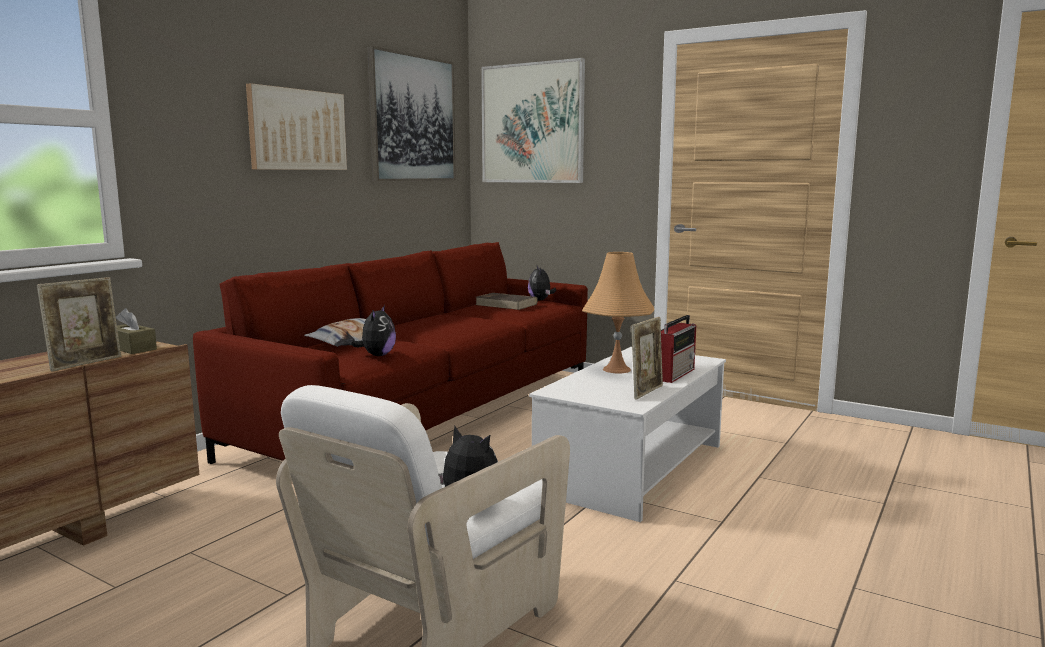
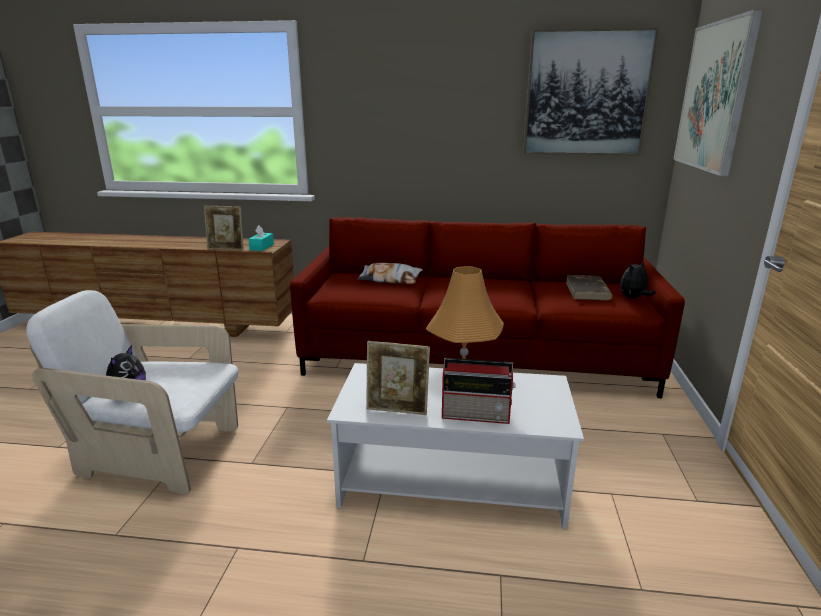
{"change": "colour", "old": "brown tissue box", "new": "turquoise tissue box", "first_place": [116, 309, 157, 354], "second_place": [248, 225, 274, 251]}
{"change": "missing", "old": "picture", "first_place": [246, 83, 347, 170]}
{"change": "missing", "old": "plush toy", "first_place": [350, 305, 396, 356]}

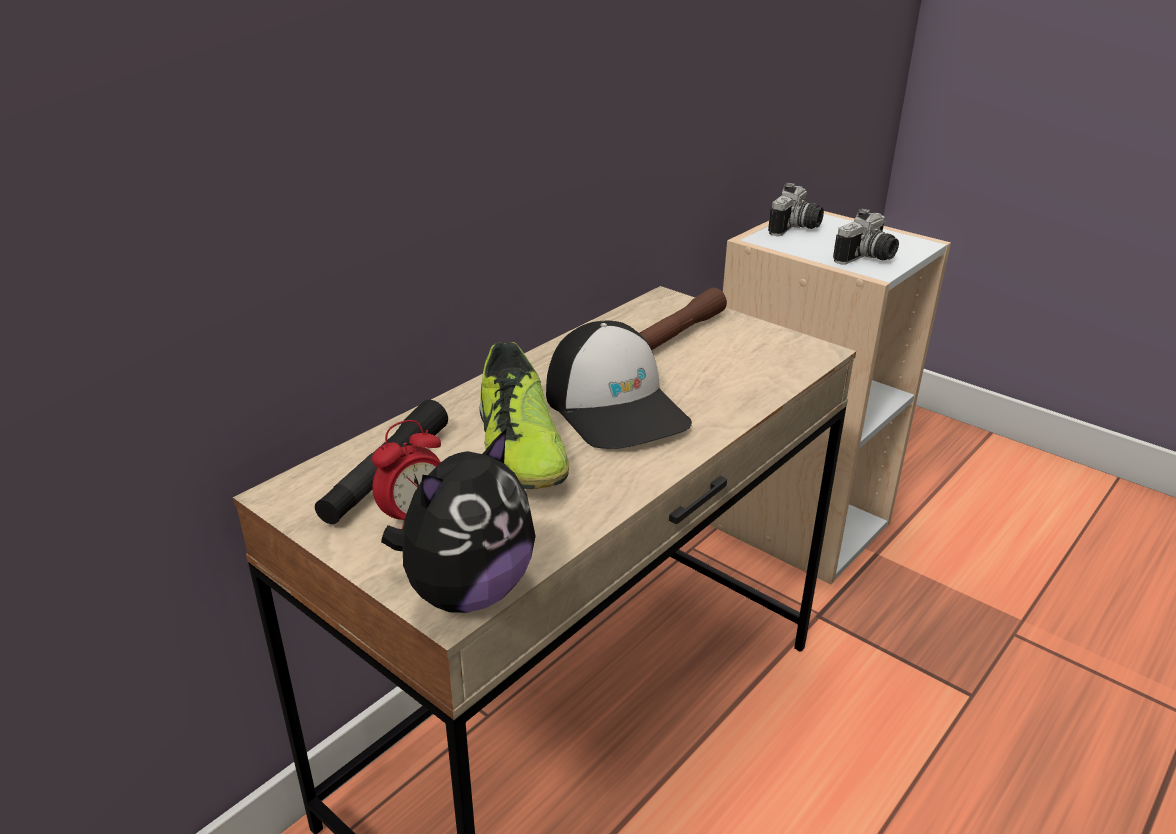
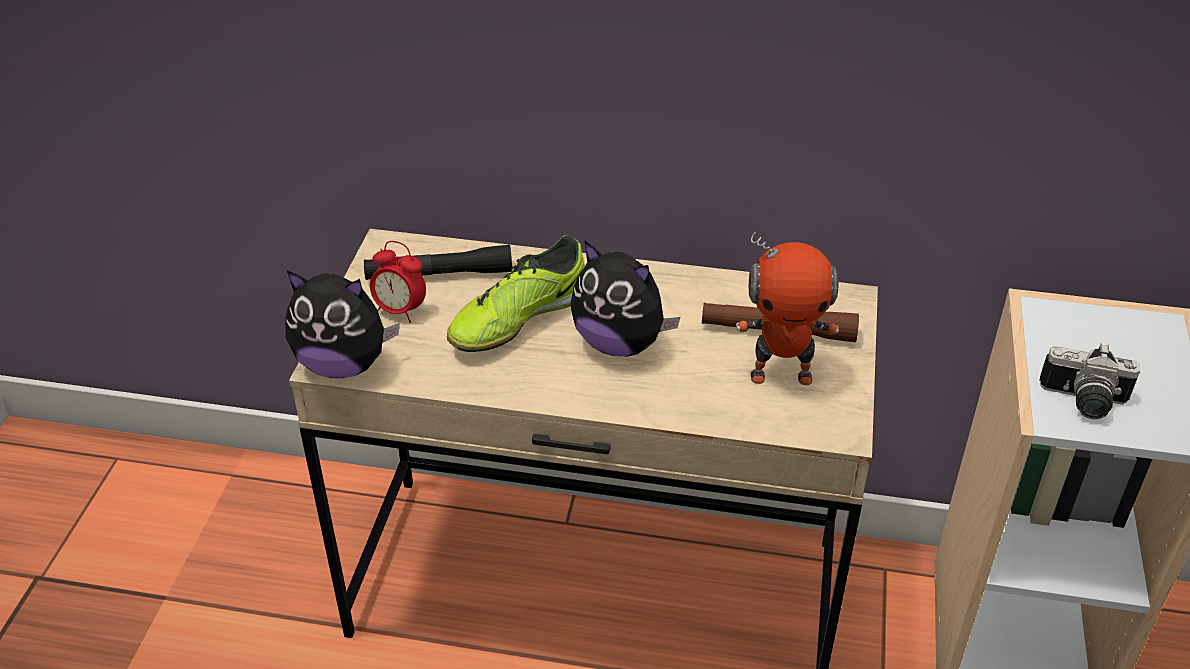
{"change": "exchanged", "old": "cap", "new": "plush toy", "first_place": [546, 321, 692, 449], "second_place": [571, 240, 680, 357]}
{"change": "appeared", "new": "toy robot", "second_place": [736, 232, 839, 385]}
{"change": "missing", "old": "photo camera", "first_place": [768, 183, 824, 236]}

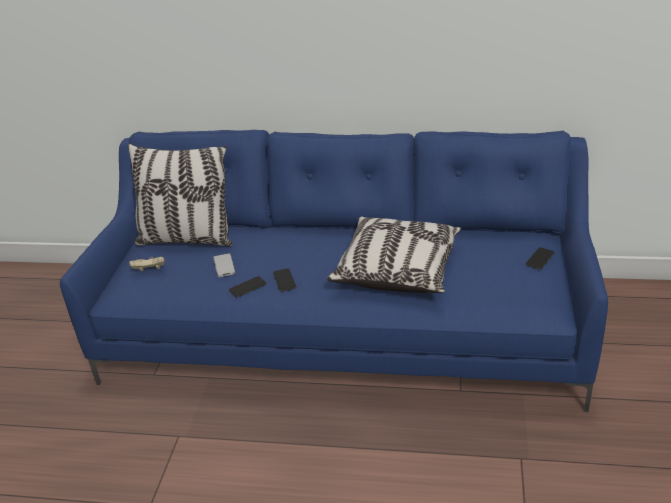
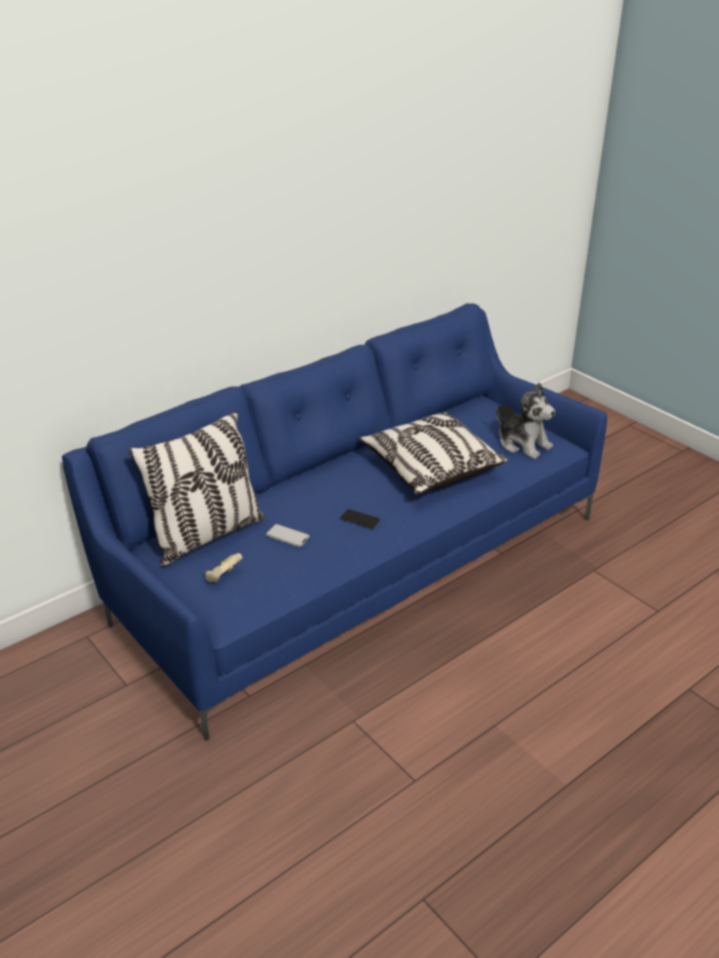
{"change": "appeared", "new": "plush toy", "second_place": [496, 383, 555, 459]}
{"change": "missing", "old": "phone", "first_place": [229, 276, 267, 298]}

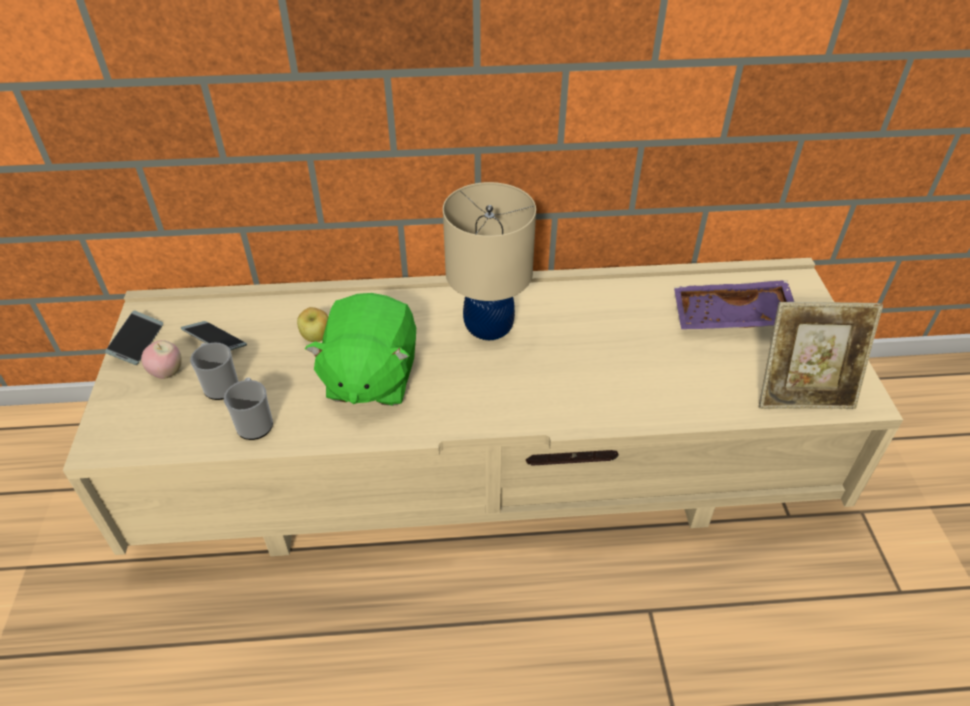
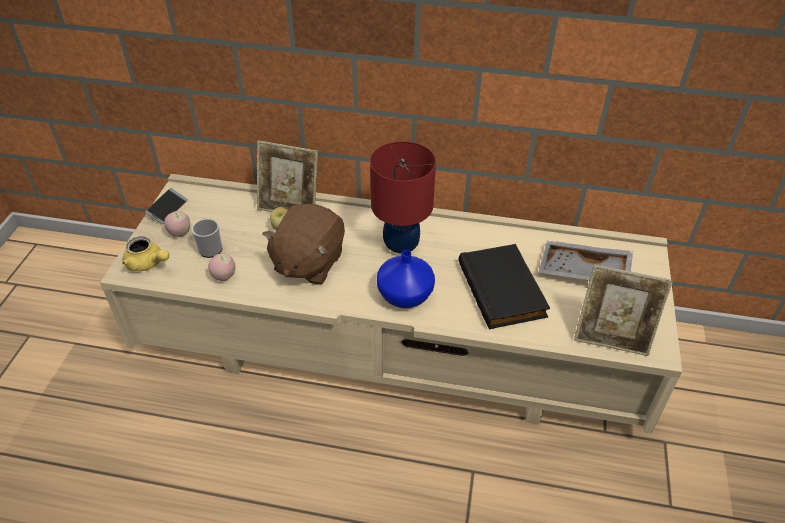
{"change": "appeared", "new": "yellow teapot", "second_place": [122, 236, 169, 271]}
{"change": "exchanged", "old": "mug", "new": "apple", "first_place": [224, 378, 273, 440], "second_place": [208, 254, 236, 281]}
{"change": "appeared", "new": "picture frame", "second_place": [257, 140, 318, 212]}
{"change": "colour", "old": "green plush toy", "new": "brown plush toy", "first_place": [305, 293, 416, 406], "second_place": [262, 204, 345, 285]}
{"change": "colour", "old": "beige table lamp", "new": "red table lamp", "first_place": [443, 182, 536, 340], "second_place": [370, 141, 436, 254]}
{"change": "appeared", "new": "blue vase", "second_place": [377, 250, 435, 308]}
{"change": "appeared", "new": "black book", "second_place": [458, 244, 550, 329]}
{"change": "colour", "old": "purple tray", "new": "grey tray", "first_place": [674, 280, 794, 329], "second_place": [539, 241, 633, 281]}
{"change": "missing", "old": "phone", "first_place": [181, 321, 247, 351]}

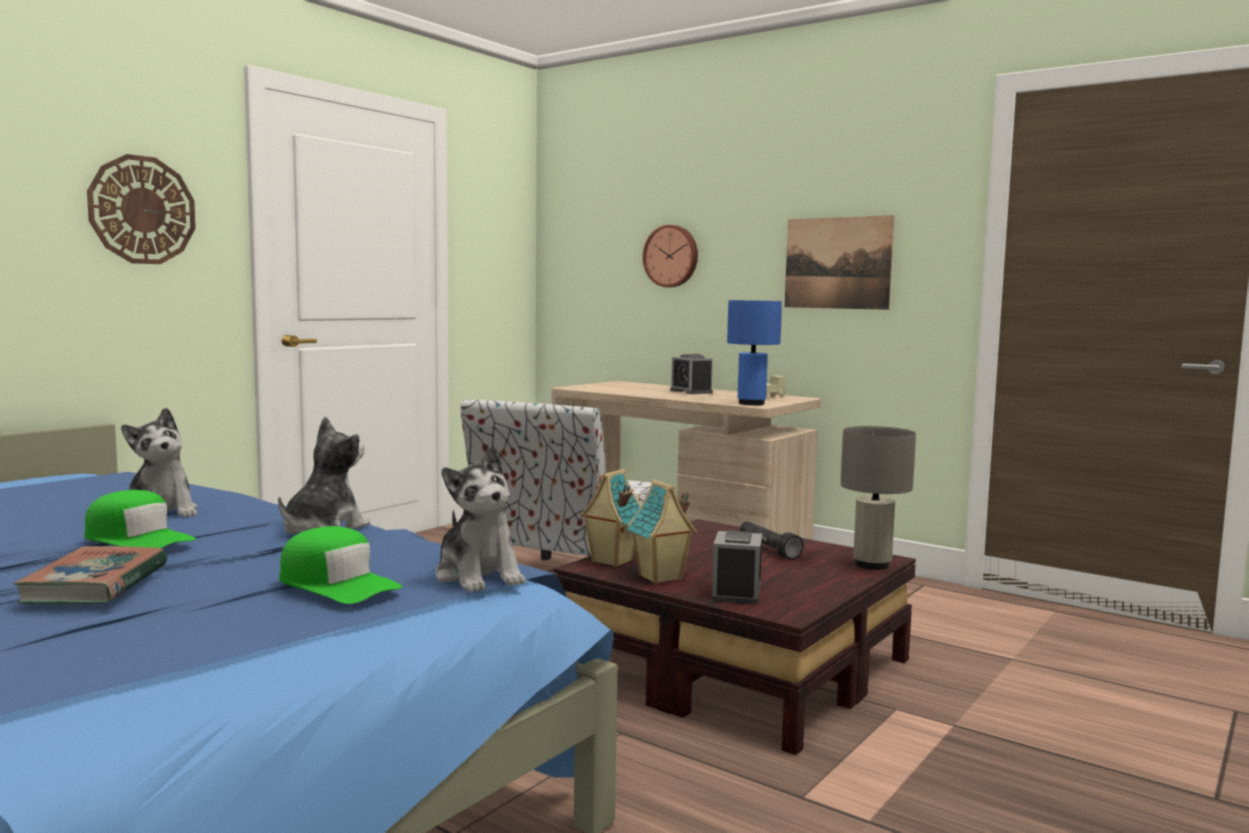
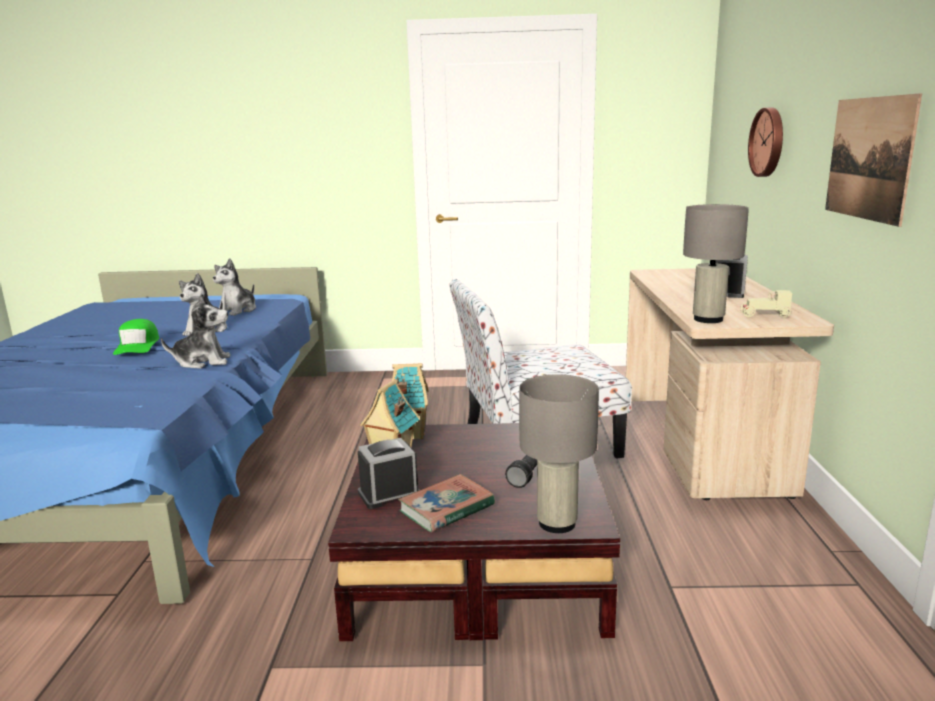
{"change": "relocated", "old": "plush toy", "first_place": [435, 446, 525, 593], "second_place": [213, 258, 256, 316]}
{"change": "relocated", "old": "book", "first_place": [13, 546, 167, 604], "second_place": [398, 474, 495, 532]}
{"change": "colour", "old": "blue table lamp", "new": "grey table lamp", "first_place": [727, 300, 782, 405], "second_place": [683, 204, 749, 323]}
{"change": "missing", "old": "wall clock", "first_place": [87, 154, 196, 264]}
{"change": "missing", "old": "green cap", "first_place": [279, 526, 402, 604]}

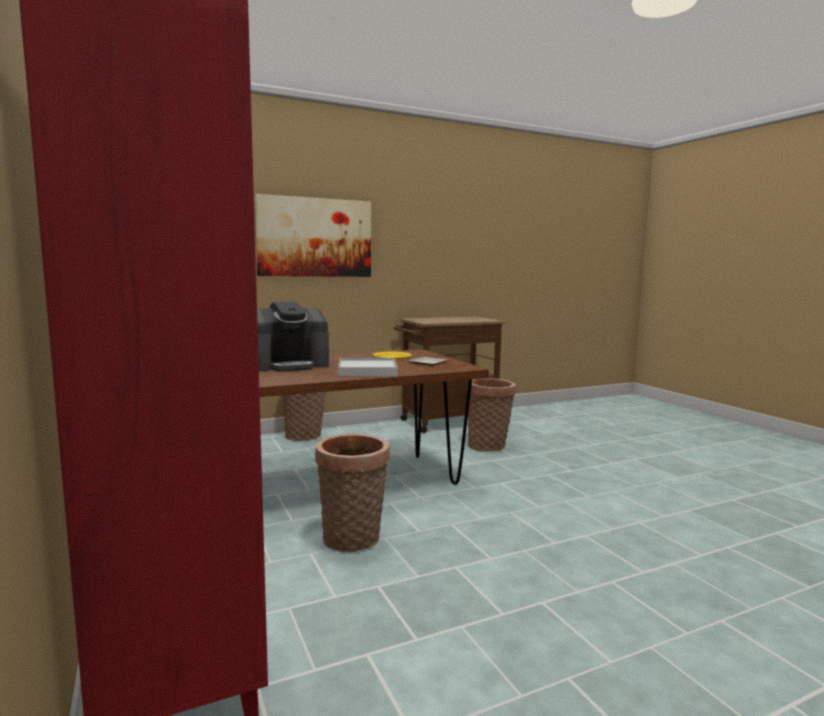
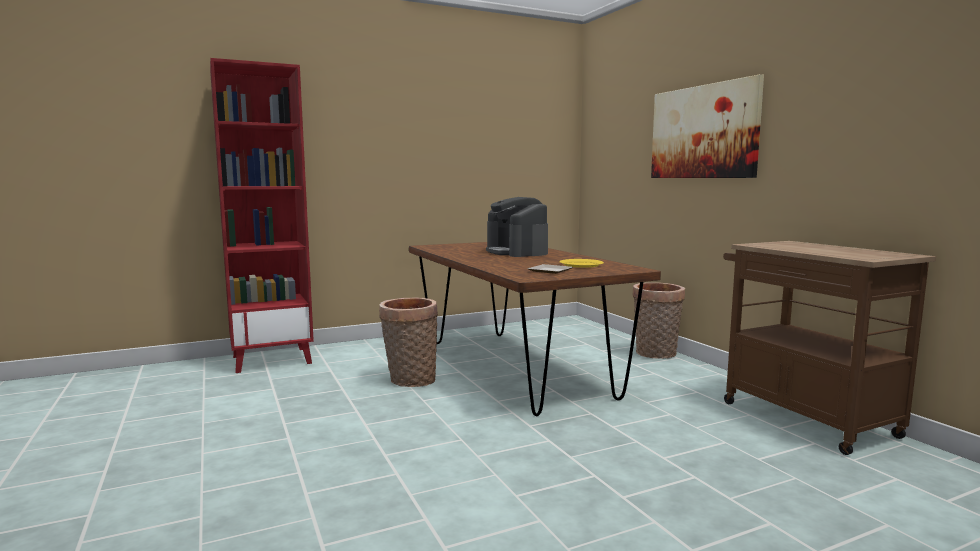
{"change": "missing", "old": "white tray", "first_place": [338, 358, 397, 376]}
{"change": "missing", "old": "basket", "first_place": [467, 378, 516, 452]}

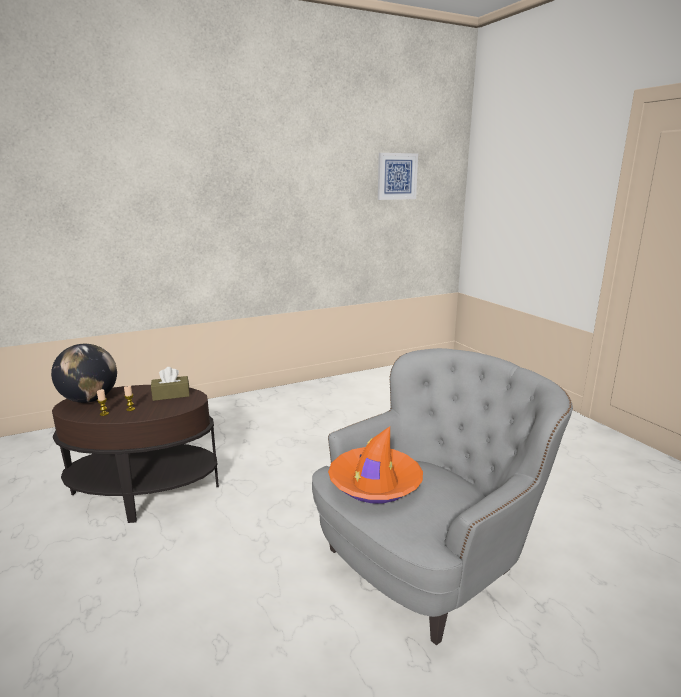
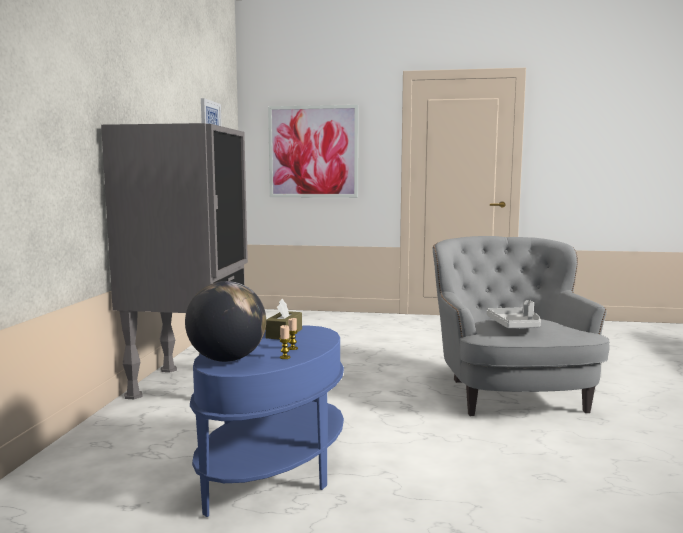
{"change": "appeared", "new": "grey cabinet", "second_place": [101, 123, 248, 399]}
{"change": "colour", "old": "brown side table", "new": "blue side table", "first_place": [52, 385, 219, 523], "second_place": [190, 326, 344, 517]}
{"change": "appeared", "new": "picture", "second_place": [268, 105, 358, 198]}
{"change": "exchanged", "old": "orange hat", "new": "grey tray", "first_place": [328, 426, 423, 503], "second_place": [487, 300, 541, 329]}

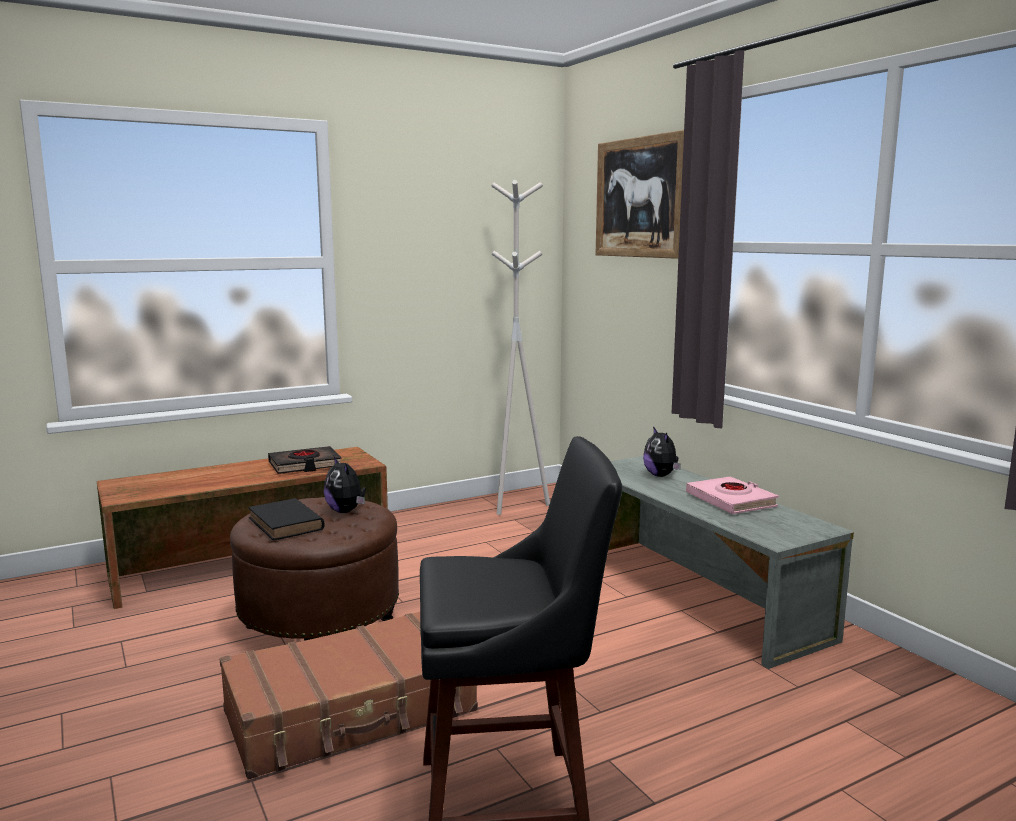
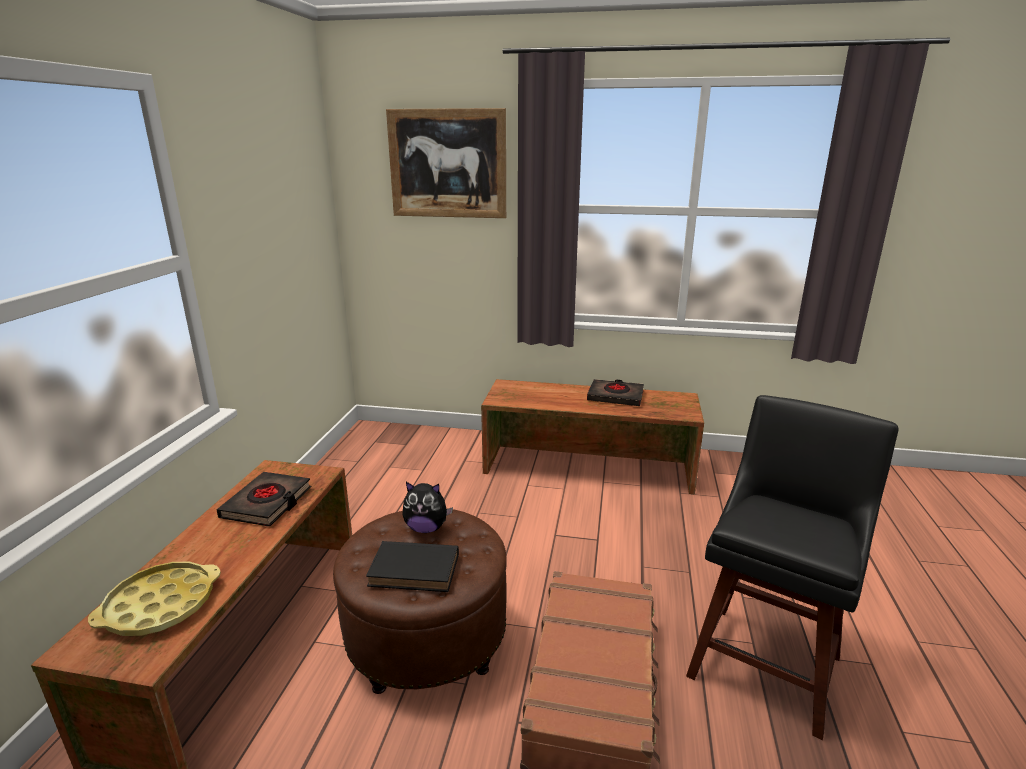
{"change": "appeared", "new": "yellow tray", "second_place": [88, 562, 221, 636]}
{"change": "colour", "old": "grey bench", "new": "brown bench", "first_place": [608, 456, 854, 669], "second_place": [481, 379, 704, 494]}
{"change": "colour", "old": "pink book", "new": "black book", "first_place": [686, 476, 779, 514], "second_place": [587, 379, 644, 406]}
{"change": "missing", "old": "grey clothes rack", "first_place": [492, 180, 550, 515]}
{"change": "missing", "old": "plush toy", "first_place": [643, 426, 681, 477]}

